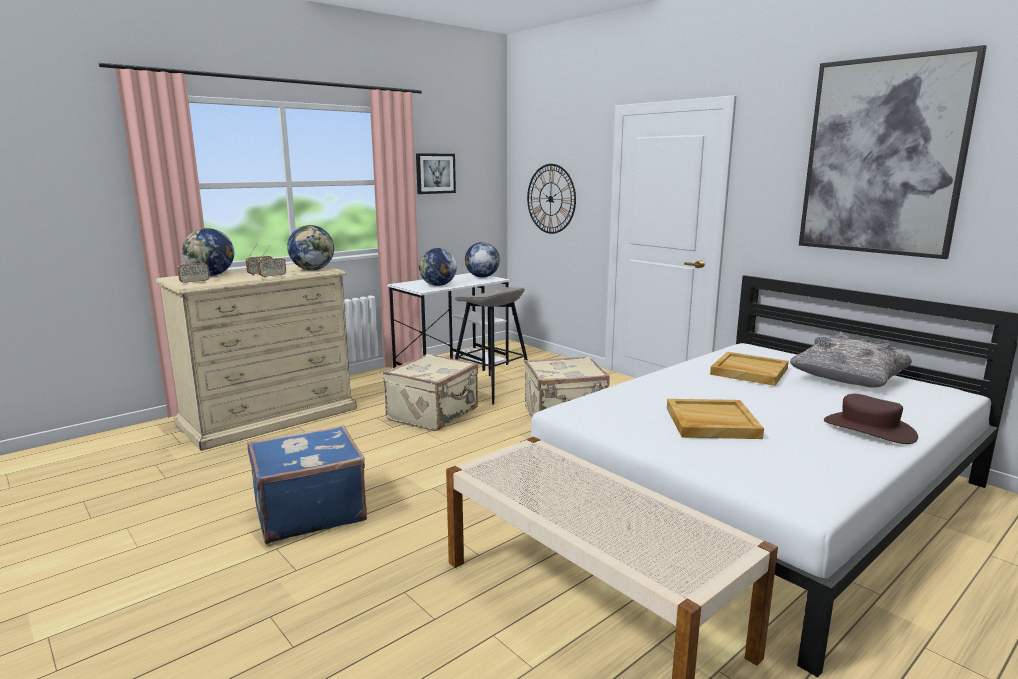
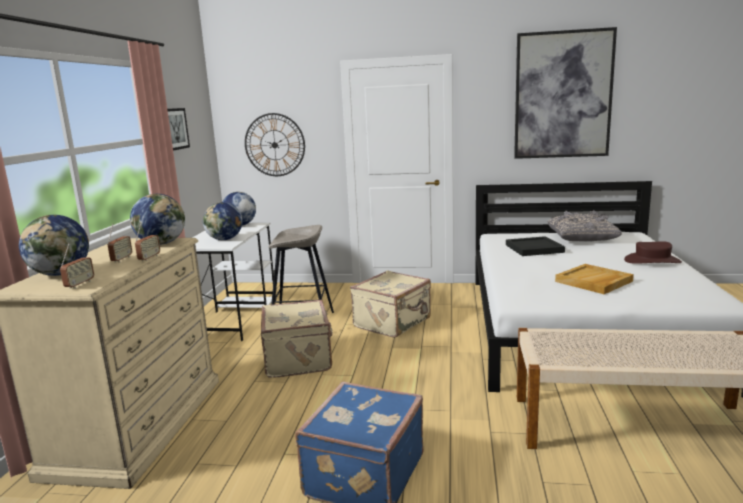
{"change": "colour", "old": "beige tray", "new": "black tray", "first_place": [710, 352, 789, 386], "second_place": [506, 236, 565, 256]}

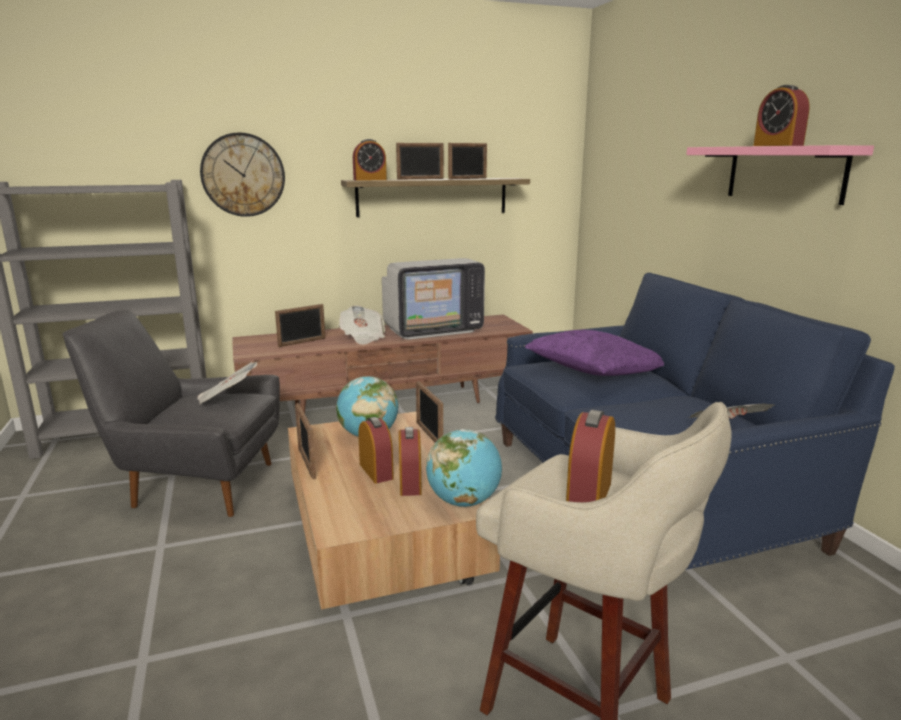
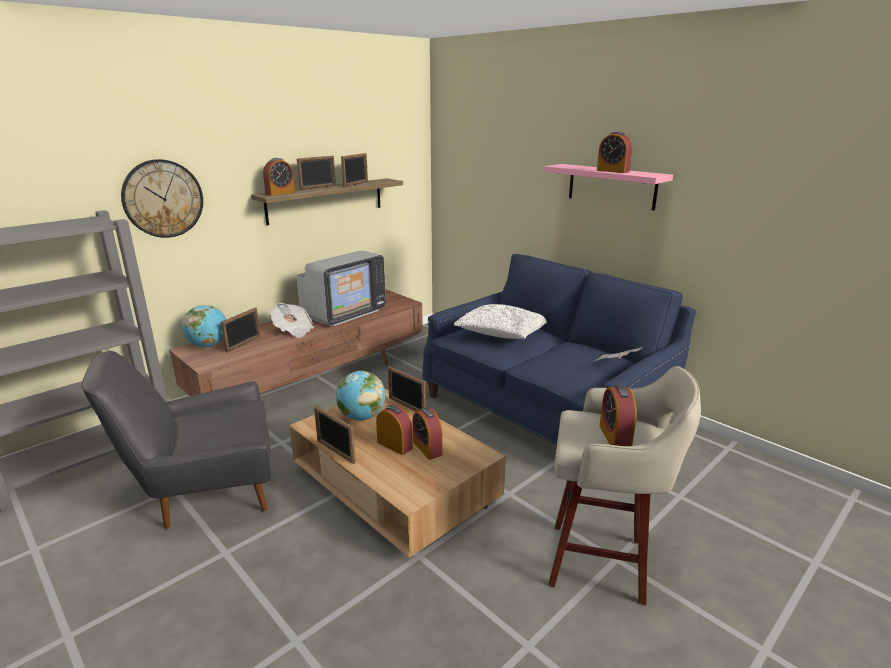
{"change": "relocated", "old": "globe", "first_place": [426, 429, 502, 507], "second_place": [182, 305, 226, 348]}
{"change": "colour", "old": "purple pillow", "new": "white pillow", "first_place": [525, 330, 664, 376], "second_place": [454, 304, 547, 339]}
{"change": "missing", "old": "newspaper", "first_place": [197, 362, 257, 405]}

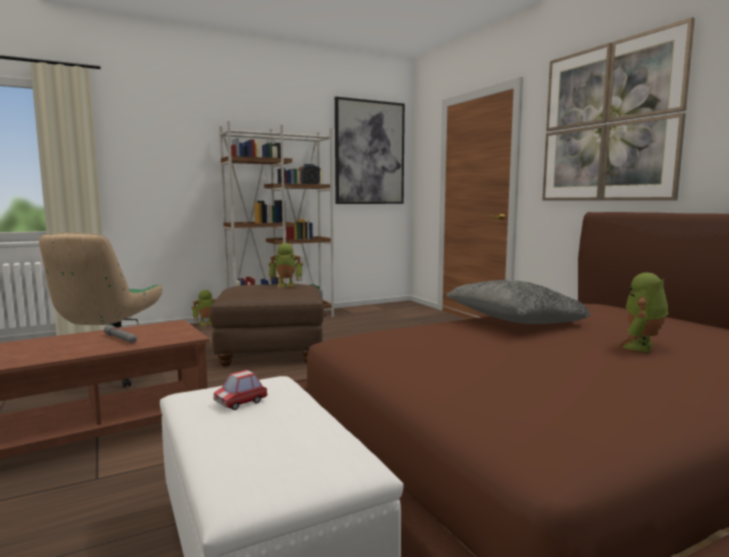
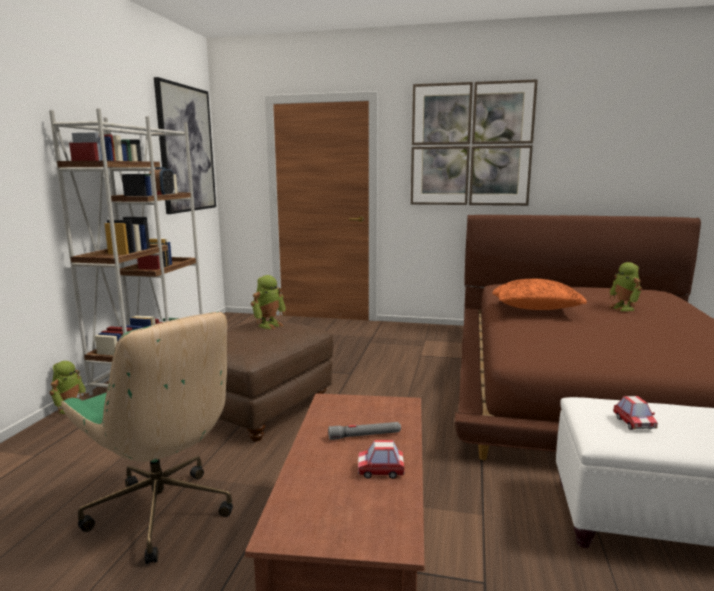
{"change": "appeared", "new": "toy car", "second_place": [358, 440, 405, 479]}
{"change": "colour", "old": "grey pillow", "new": "orange pillow", "first_place": [446, 280, 591, 324], "second_place": [493, 278, 587, 310]}

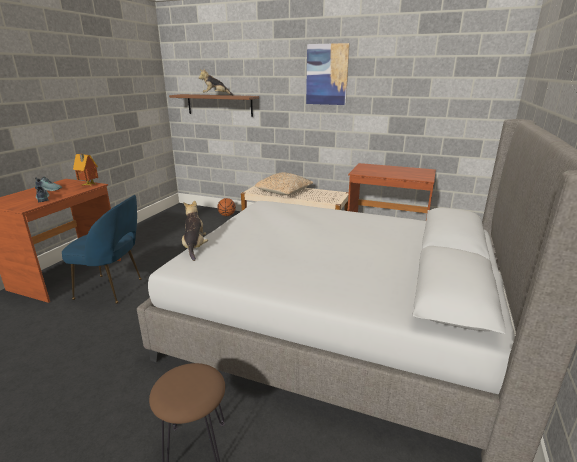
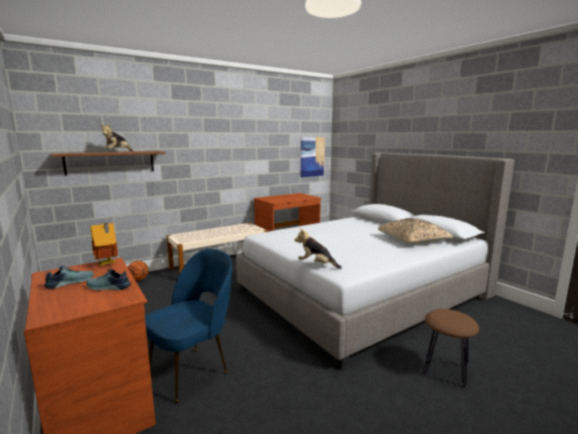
{"change": "relocated", "old": "picture", "first_place": [306, 43, 350, 105], "second_place": [301, 137, 325, 177]}
{"change": "relocated", "old": "beige pillow", "first_place": [255, 172, 313, 195], "second_place": [378, 218, 454, 244]}

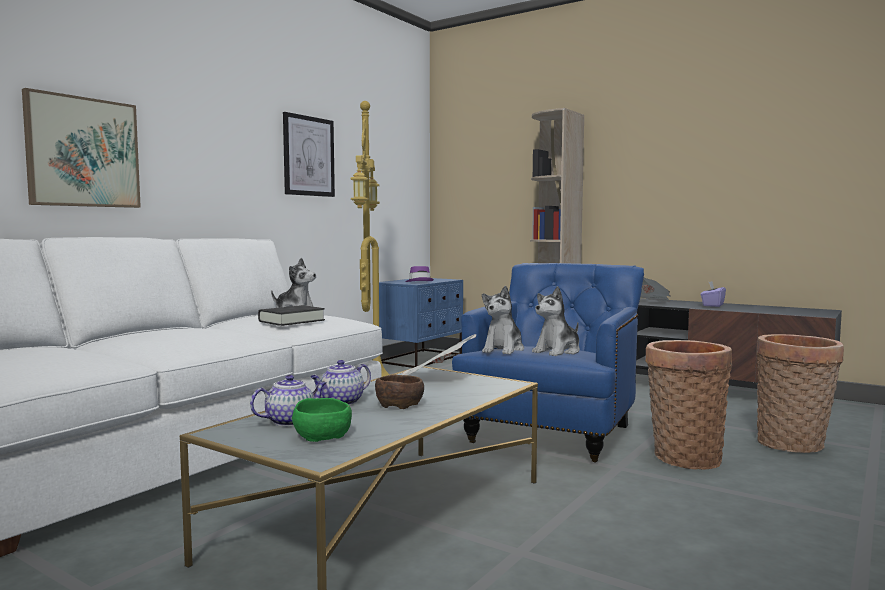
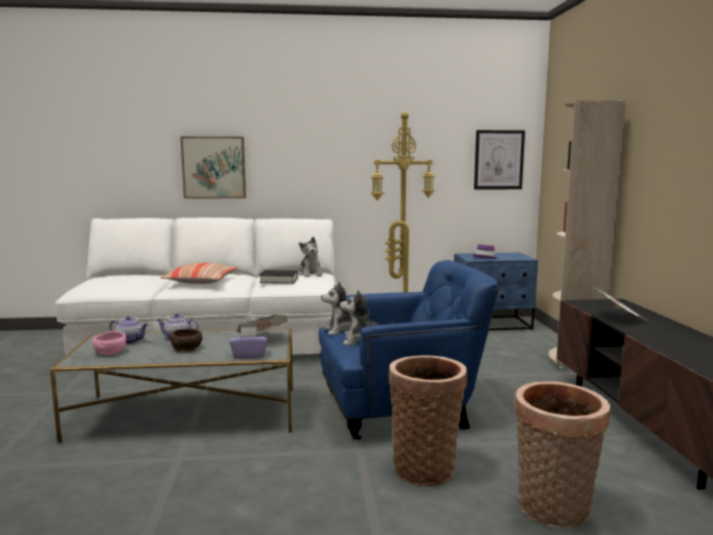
{"change": "colour", "old": "green bowl", "new": "pink bowl", "first_place": [292, 398, 352, 442], "second_place": [92, 331, 126, 356]}
{"change": "appeared", "new": "pillow", "second_place": [161, 263, 237, 284]}
{"change": "relocated", "old": "purple tissue box", "first_place": [701, 281, 726, 307], "second_place": [230, 327, 267, 358]}
{"change": "relocated", "old": "picture", "first_place": [283, 112, 335, 197], "second_place": [474, 130, 525, 190]}

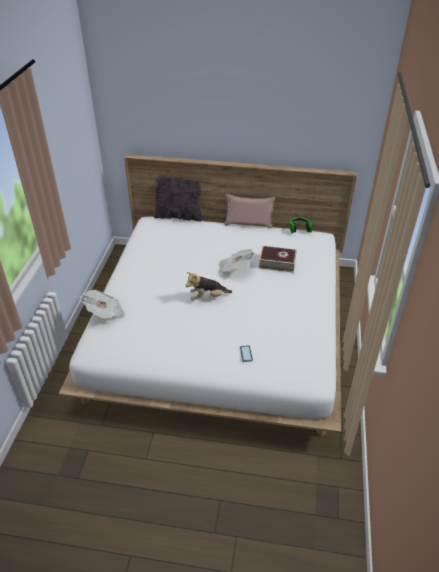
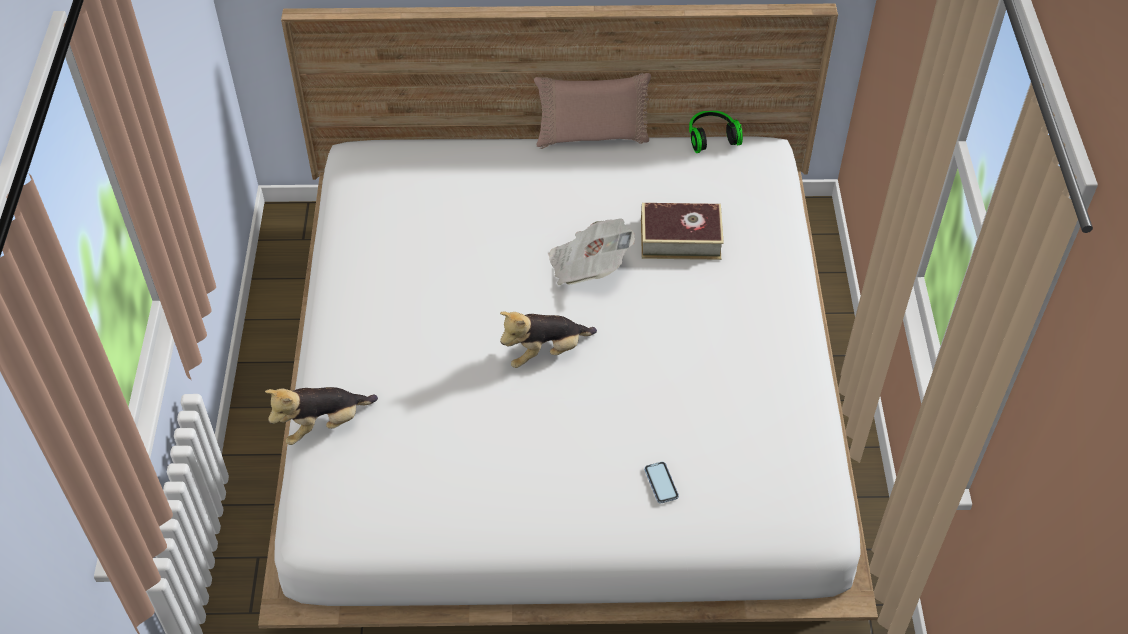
{"change": "exchanged", "old": "newspaper", "new": "plush toy", "first_place": [80, 290, 126, 319], "second_place": [265, 387, 378, 445]}
{"change": "missing", "old": "black pillow", "first_place": [154, 175, 202, 222]}

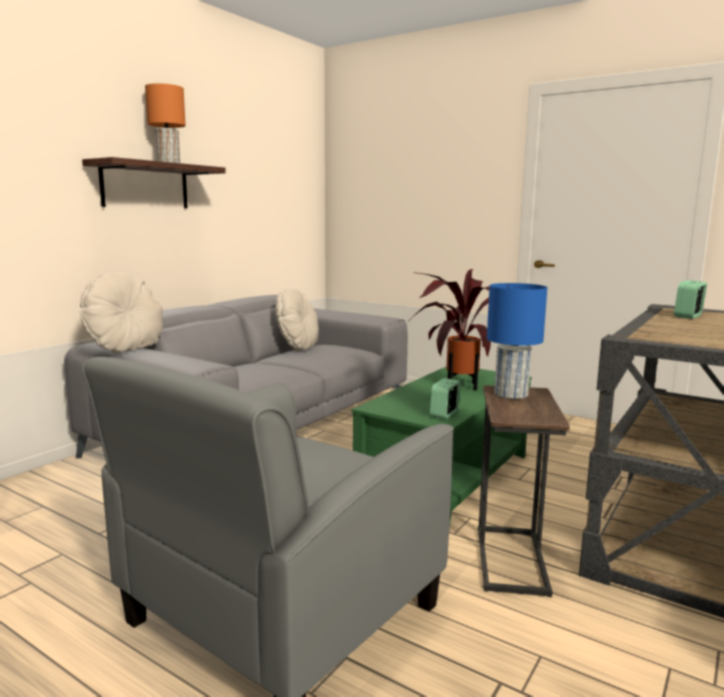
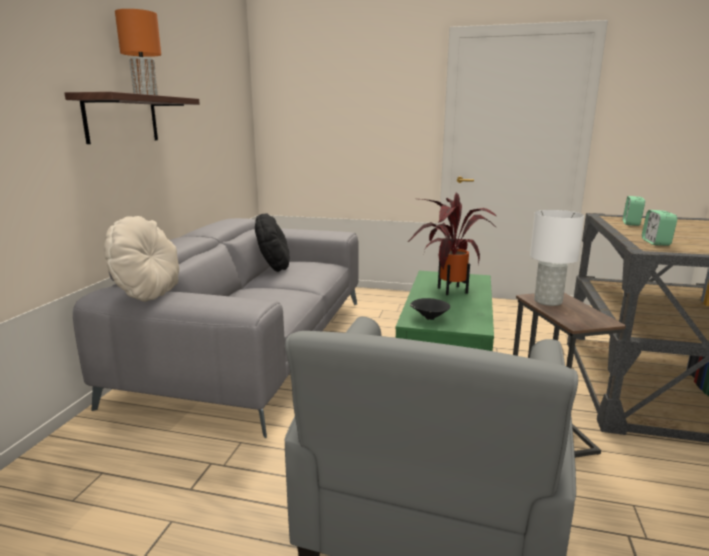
{"change": "colour", "old": "beige pillow", "new": "black pillow", "first_place": [275, 288, 319, 351], "second_place": [255, 213, 290, 272]}
{"change": "appeared", "new": "black bowl", "second_place": [410, 298, 450, 320]}
{"change": "colour", "old": "blue table lamp", "new": "white table lamp", "first_place": [487, 283, 548, 399], "second_place": [530, 210, 585, 306]}
{"change": "relocated", "old": "alarm clock", "first_place": [430, 378, 460, 420], "second_place": [642, 210, 677, 246]}

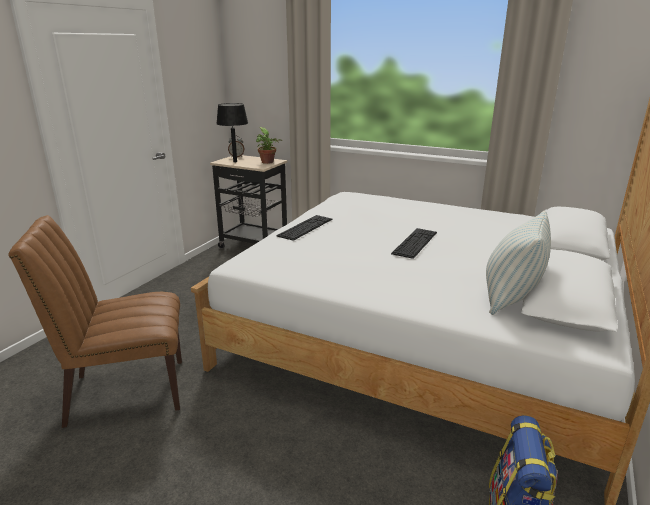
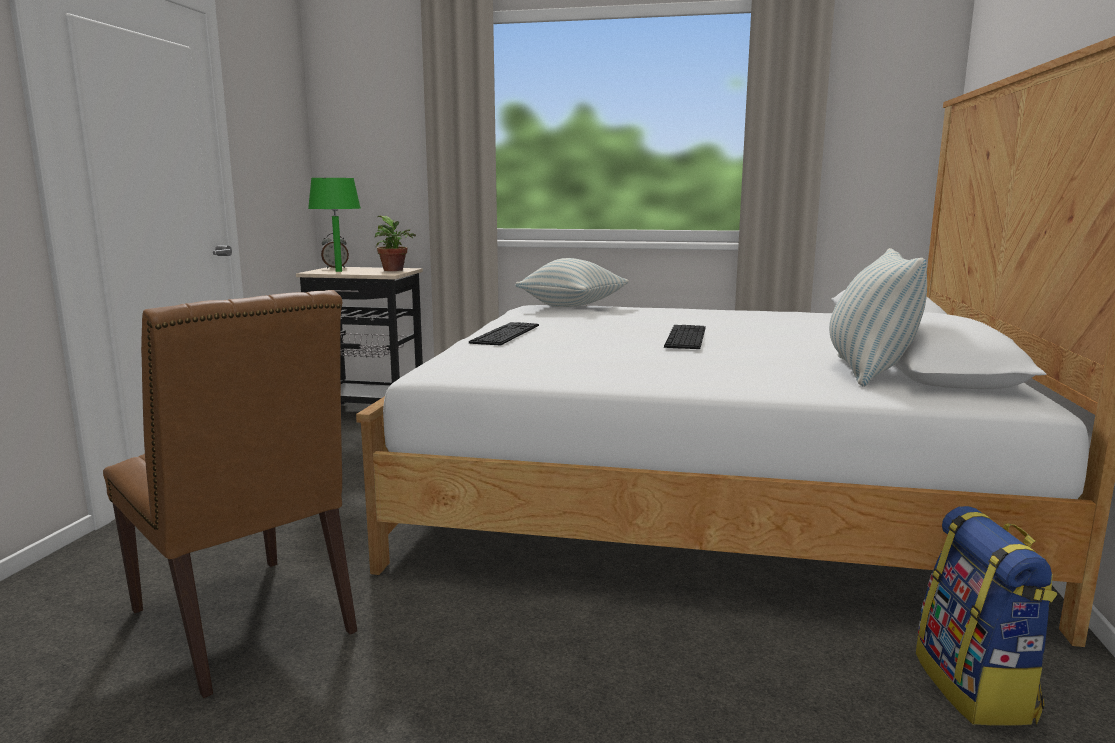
{"change": "spun", "old": "brown chair", "first_place": [8, 215, 182, 428], "second_place": [103, 290, 357, 698], "degrees": -105}
{"change": "colour", "old": "black table lamp", "new": "green table lamp", "first_place": [216, 103, 248, 162], "second_place": [308, 178, 360, 272]}
{"change": "appeared", "new": "pillow", "second_place": [515, 258, 629, 307]}

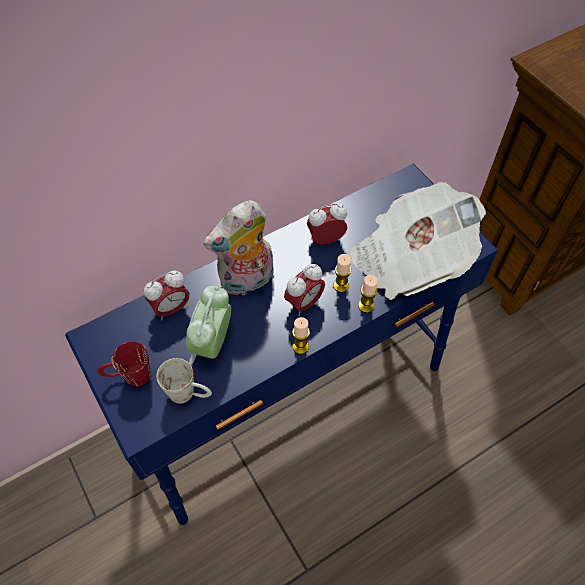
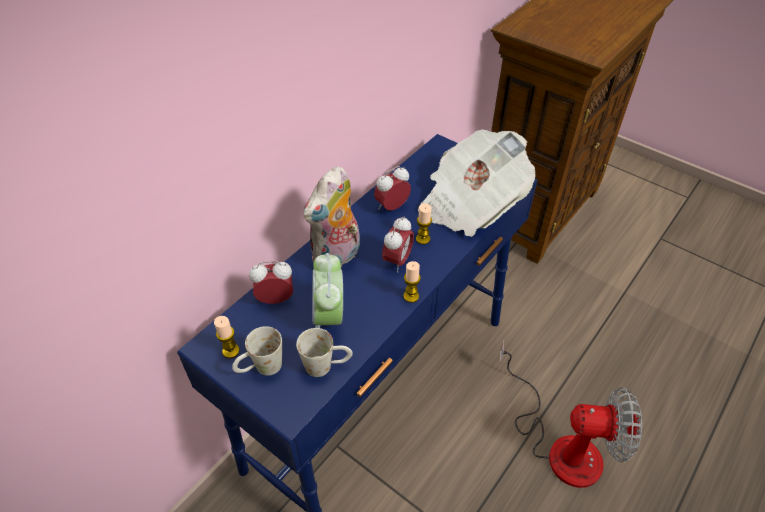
{"change": "relocated", "old": "candle", "first_place": [358, 275, 378, 313], "second_place": [214, 316, 240, 358]}
{"change": "colour", "old": "red mug", "new": "white mug", "first_place": [98, 341, 151, 387], "second_place": [232, 326, 282, 376]}
{"change": "spun", "old": "alarm clock", "first_place": [144, 271, 189, 320], "second_place": [249, 261, 293, 304], "degrees": -135}
{"change": "appeared", "new": "fan", "second_place": [501, 340, 642, 488]}

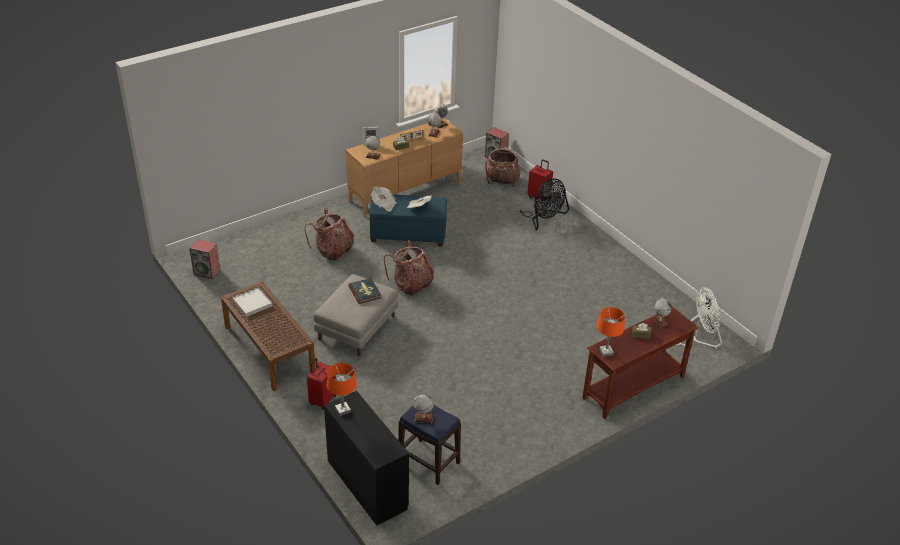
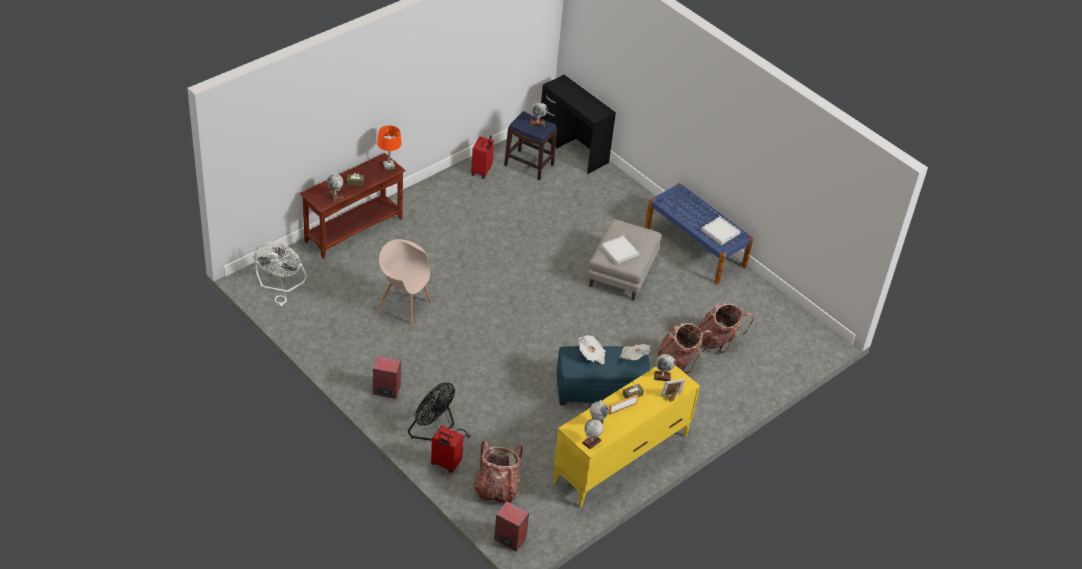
{"change": "spun", "old": "white fan", "first_place": [677, 287, 722, 349], "second_place": [252, 242, 307, 307], "degrees": 120}
{"change": "relocated", "old": "speaker", "first_place": [189, 239, 220, 279], "second_place": [373, 355, 401, 399]}
{"change": "appeared", "new": "beige chair", "second_place": [377, 239, 431, 324]}
{"change": "relocated", "old": "red suitcase", "first_place": [307, 358, 336, 409], "second_place": [471, 136, 494, 179]}
{"change": "colour", "old": "brown dresser", "new": "yellow dresser", "first_place": [346, 118, 463, 218], "second_place": [553, 364, 700, 508]}
{"change": "exchanged", "old": "book", "new": "white tray", "first_place": [348, 278, 381, 304], "second_place": [600, 235, 640, 264]}
{"change": "colour", "old": "brown bench", "new": "blue bench", "first_place": [221, 281, 316, 392], "second_place": [645, 183, 754, 285]}
{"change": "relocated", "old": "backpack", "first_place": [384, 240, 434, 296], "second_place": [698, 303, 754, 353]}
{"change": "missing", "old": "orange table lamp", "first_place": [327, 363, 357, 416]}

